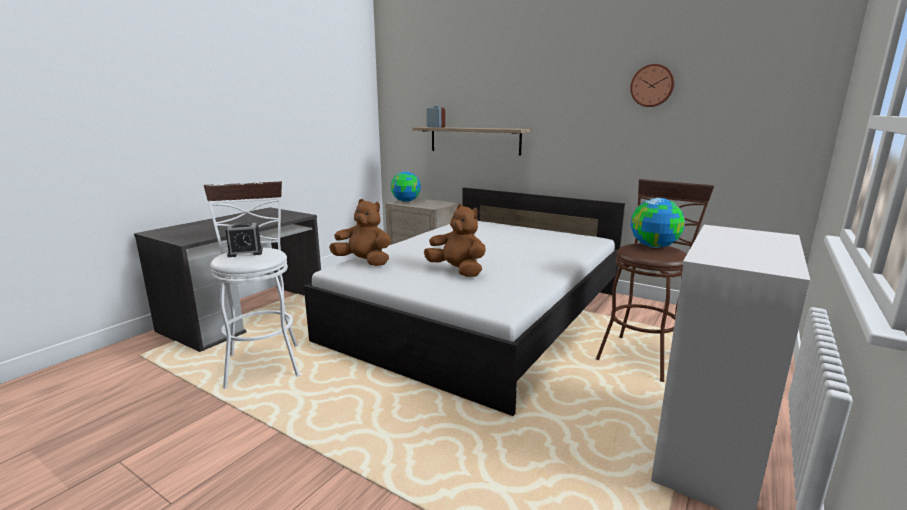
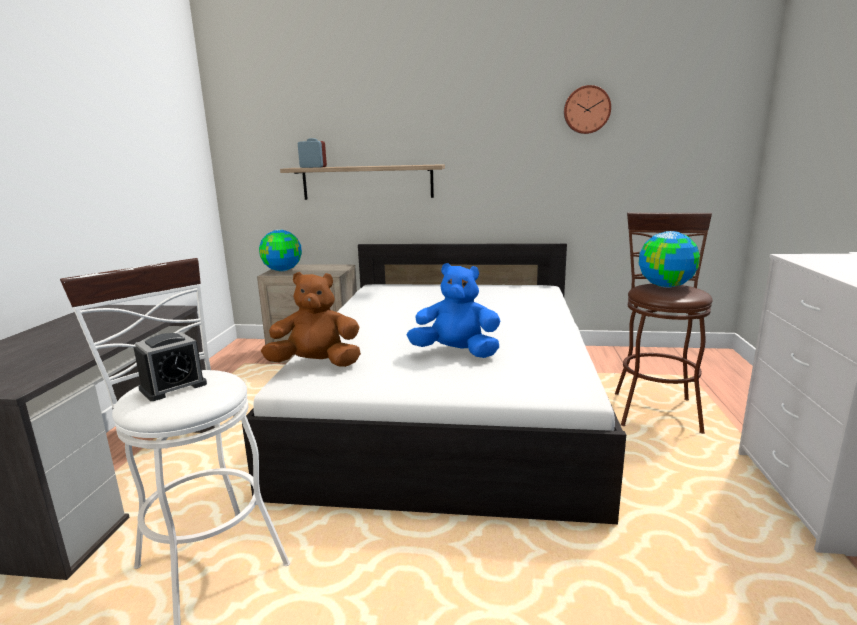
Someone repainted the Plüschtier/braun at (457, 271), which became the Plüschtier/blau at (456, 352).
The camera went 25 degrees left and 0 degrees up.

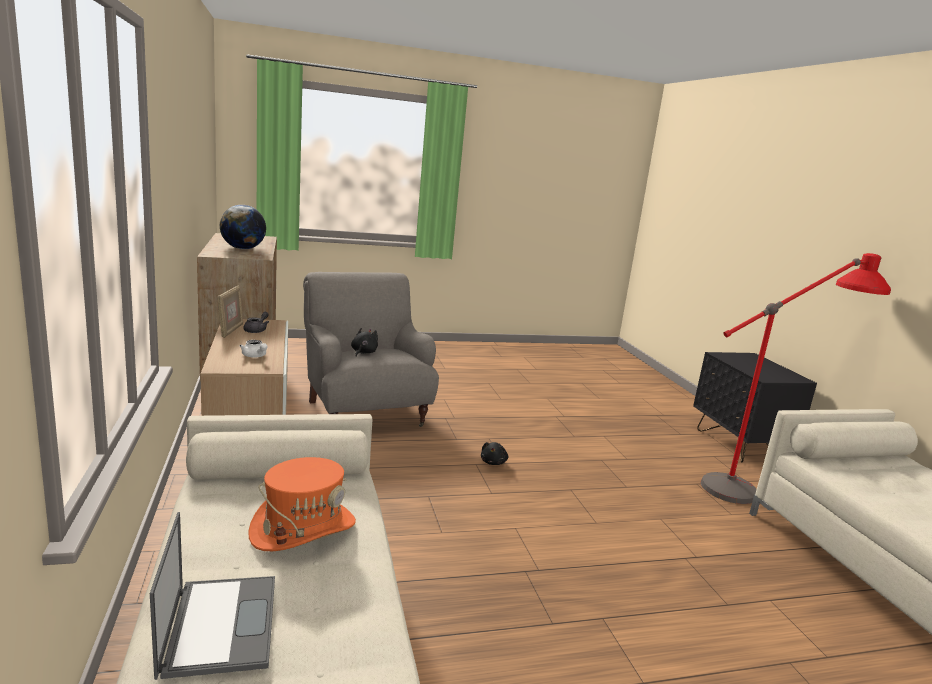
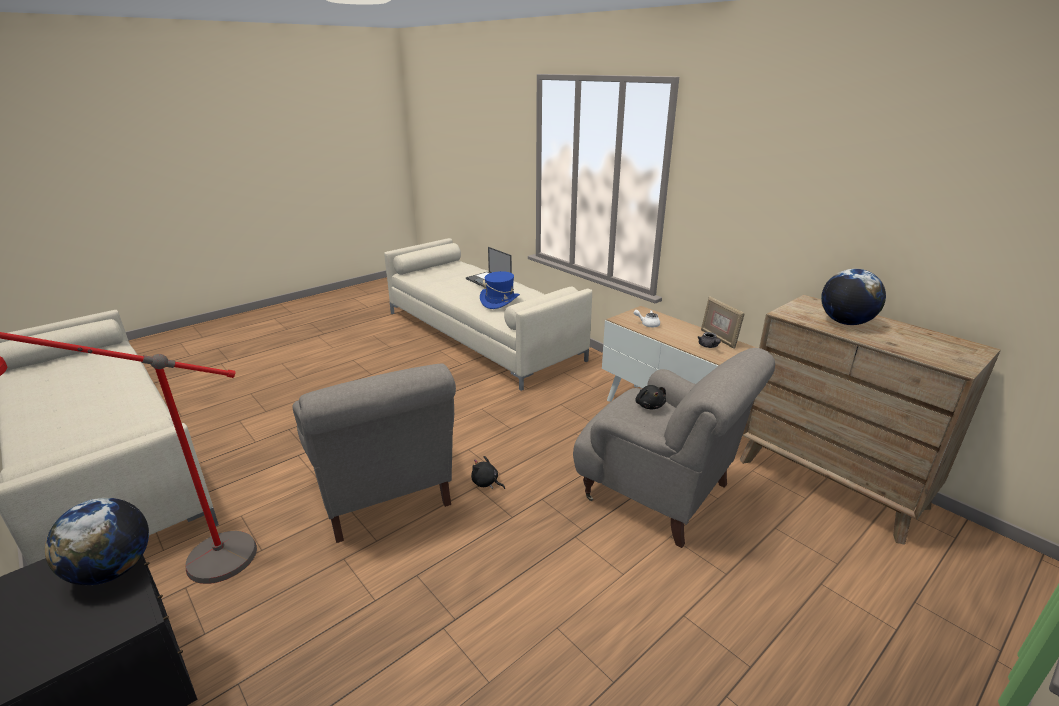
Someone rotated the Plüschtier/schwarz at (493, 462) by 45 degrees counterclockwise.
Someone repainted the Hut/orange at (303, 528), which became the Hut/blau at (500, 301).
Someone put down the Sessel/grau at (382, 492).
Someone put down the Globus at (113, 570).
The camera went 155 degrees right and 10 degrees up.

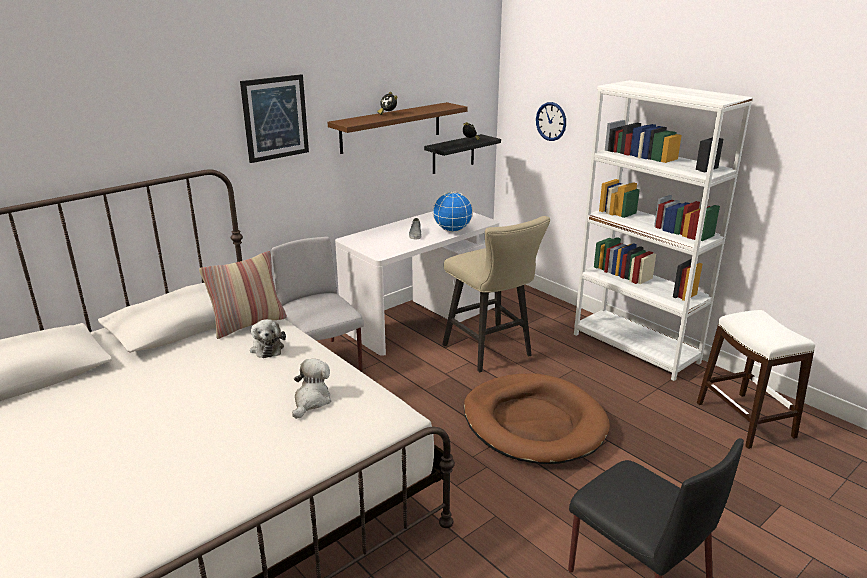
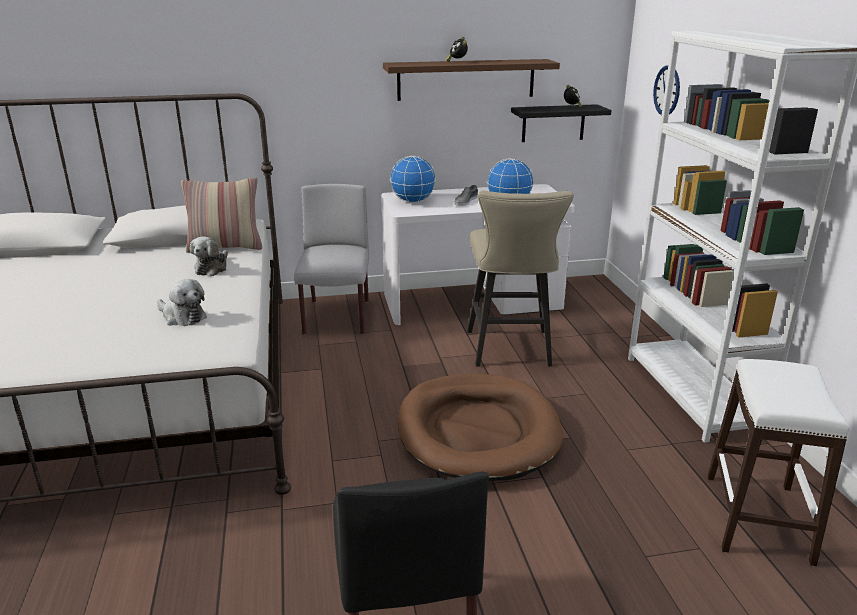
Someone took away the Bild at (275, 118).
Someone rotated the Plüschtier at (311, 401) by 75 degrees clockwise.
Someone put down the Globus at (413, 201).
The camera went 30 degrees right and 0 degrees up.

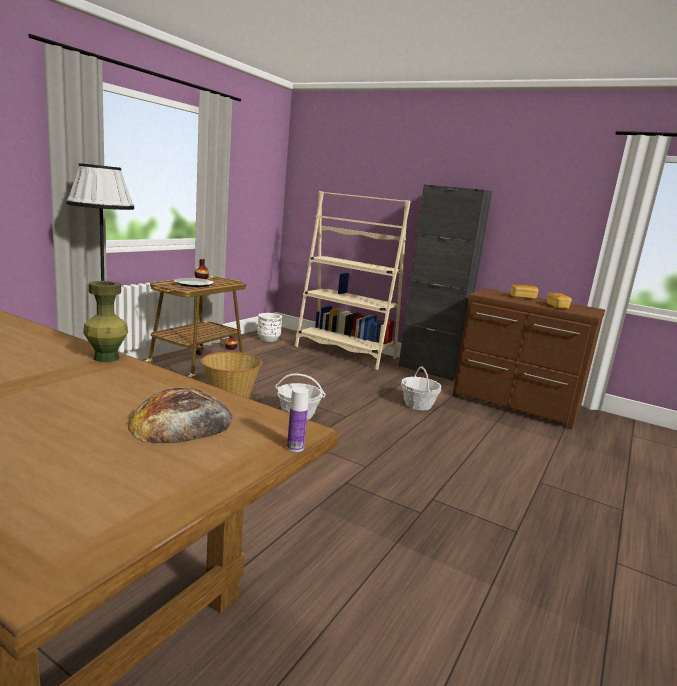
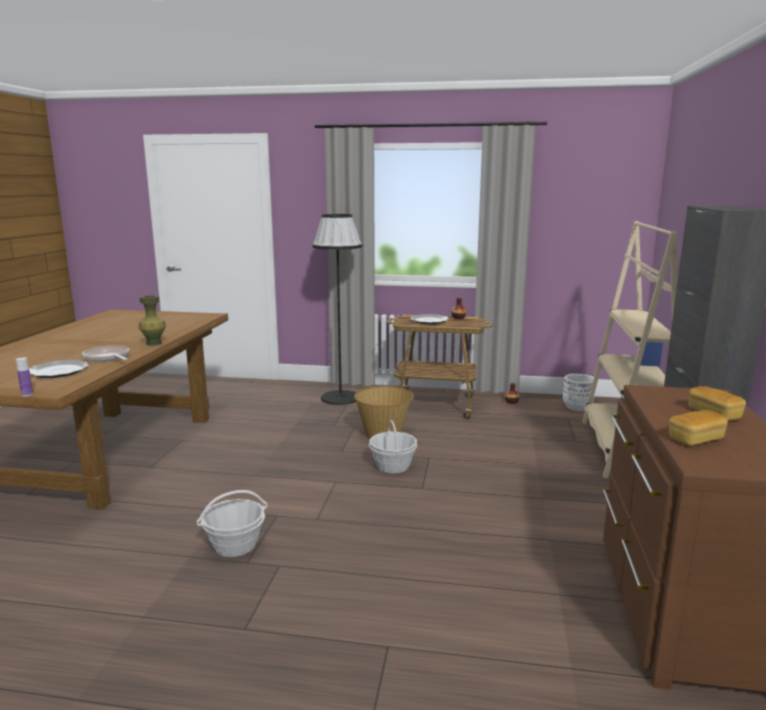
Someone carried the Korb from (418, 405) to (235, 545).
Someone swapped the Brot at (182, 421) for the Teller at (58, 371).
Someone put down the Pfanne at (107, 358).
The camera went 70 degrees right and 0 degrees up.

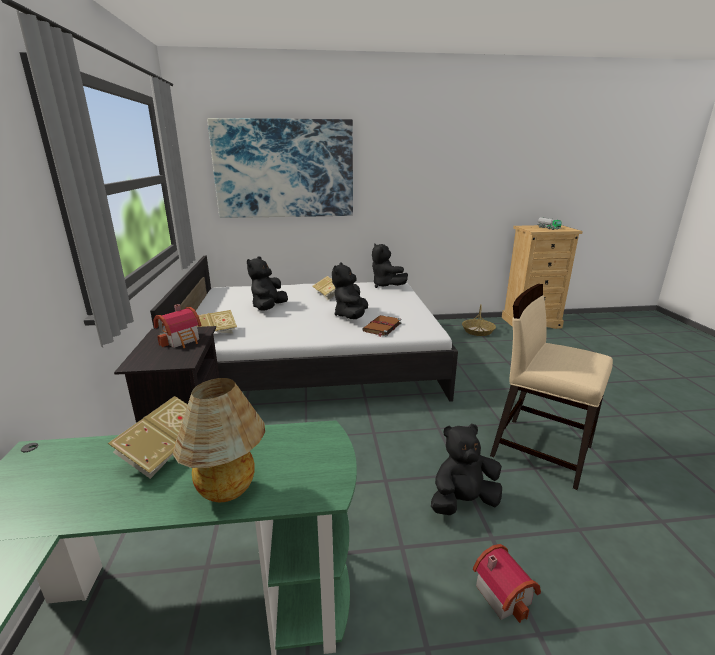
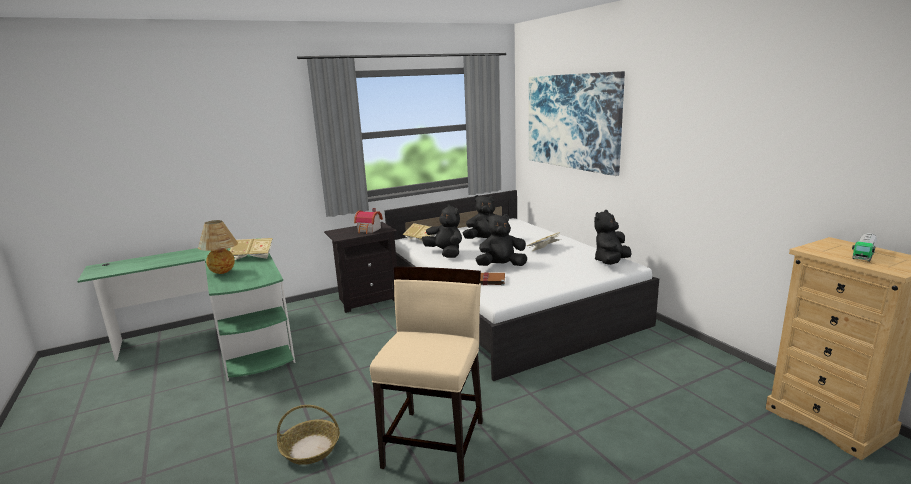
Someone carried the Korb from (478, 331) to (310, 449).
Someone carried the Plüschtier/schwarz from (463, 501) to (445, 253).
Someone took away the Spielzeughaus at (504, 592).
The camera went 70 degrees right and 5 degrees down.

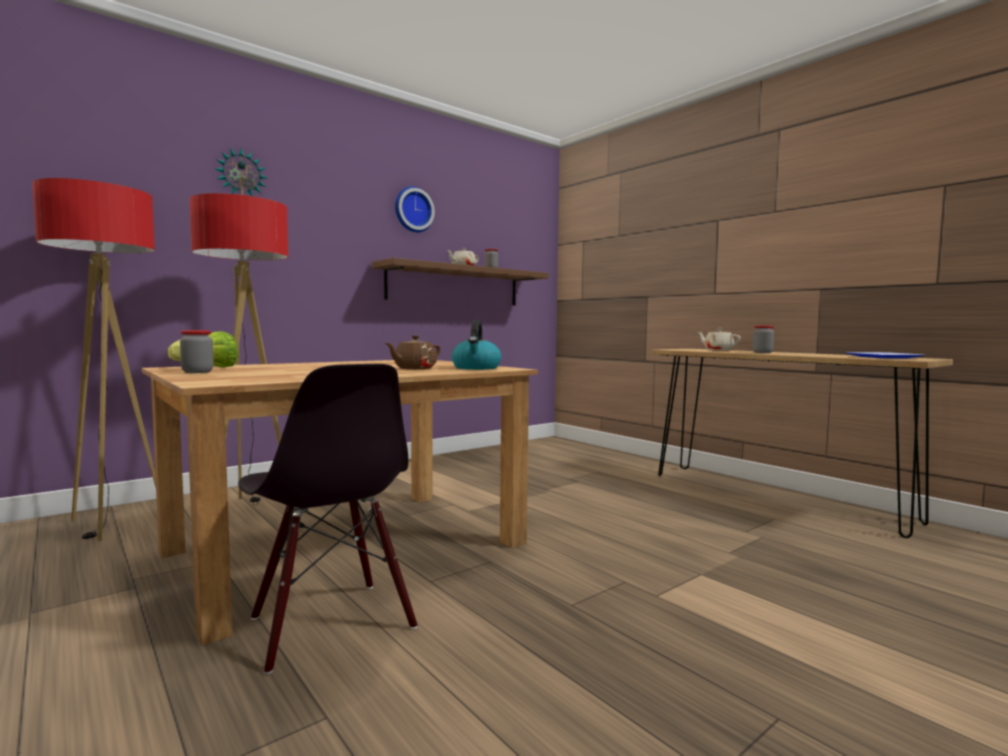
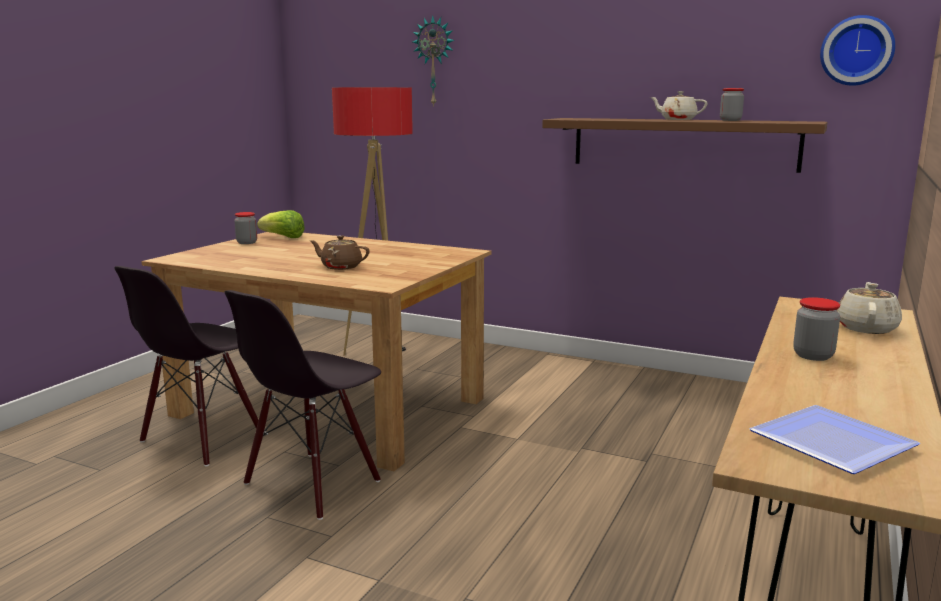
Someone took away the Stehlampe at (112, 524).
Someone carried the Wanduhr from (413, 210) to (857, 51).
Someone took away the Wasserkessel at (476, 368).
Someone put down the Stuhl/schwarz at (312, 484).
The camera went 65 degrees right and 10 degrees up.

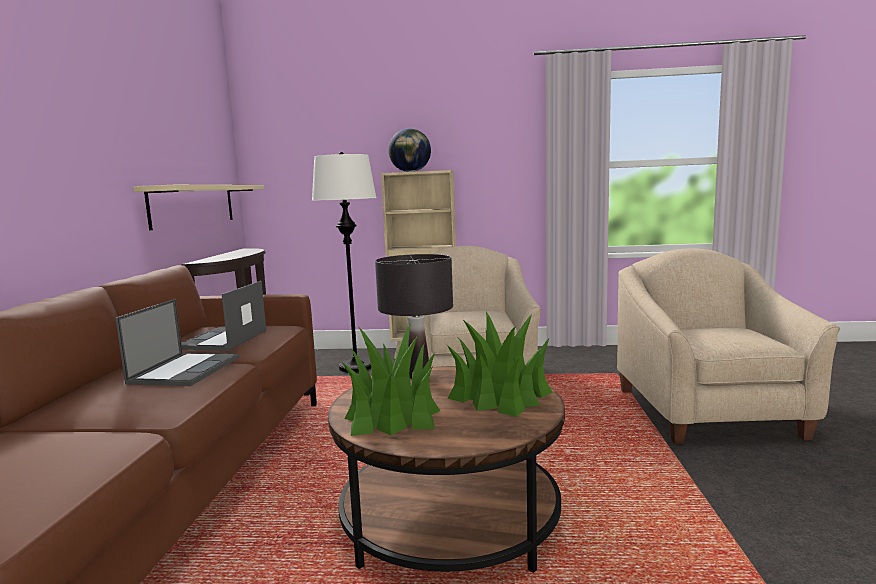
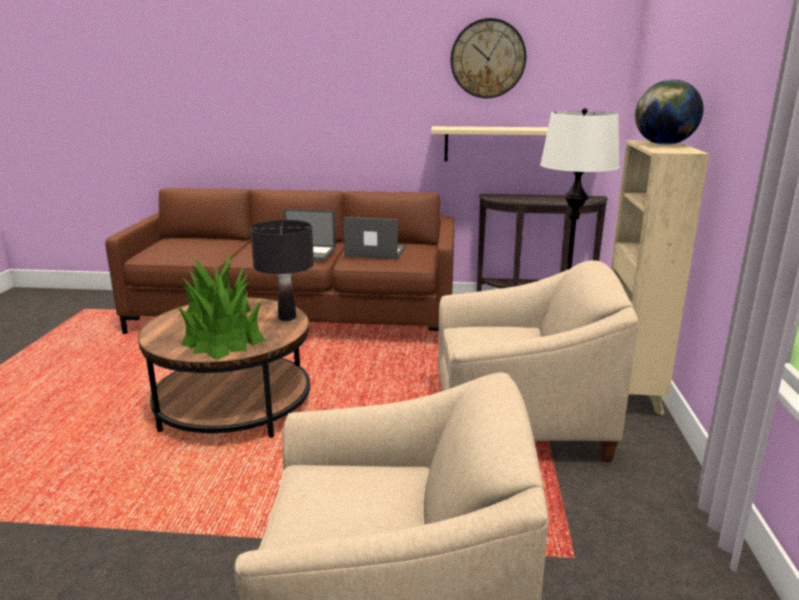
Someone put up the Wanduhr at (488, 59).
The camera went 90 degrees right and 10 degrees up.

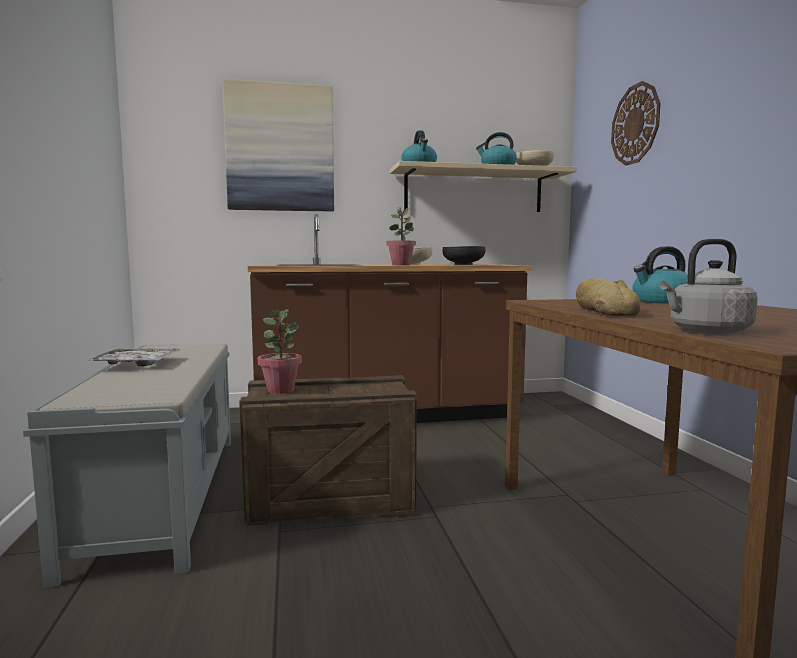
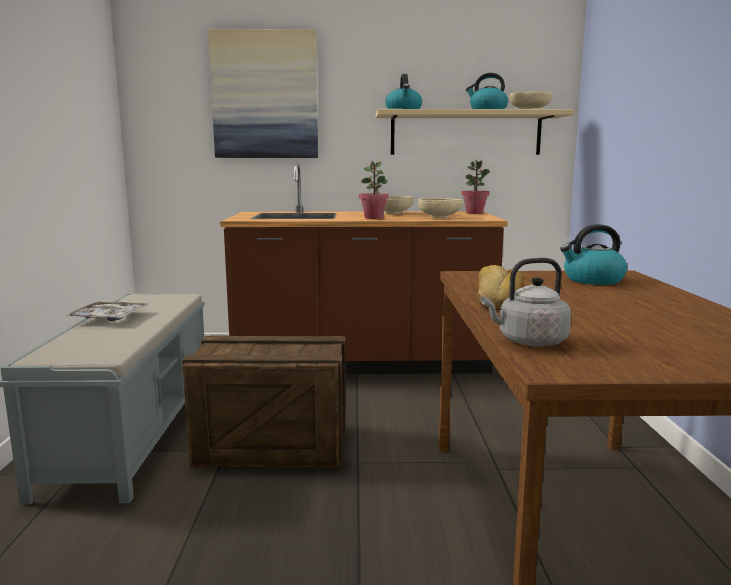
Someone took away the Wanduhr at (635, 124).
Someone repainted the Schüssel/schwarz at (463, 264), which became the Schüssel/beige at (439, 217).
Someone carried the Topfpflanze from (280, 390) to (474, 213).
The camera went 10 degrees right and 5 degrees up.

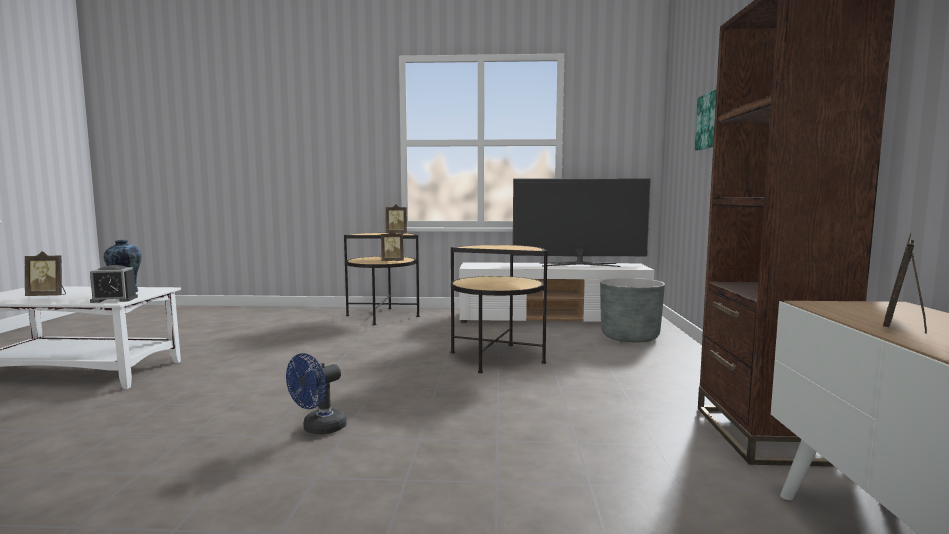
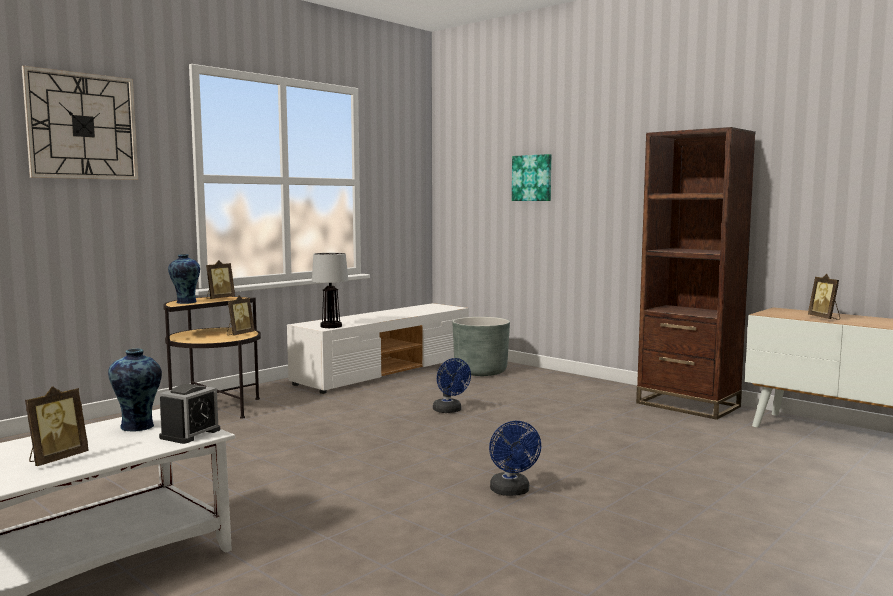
Someone took away the Fernseher at (579, 265).
Someone swapped the Beistelltisch at (496, 357) for the Ventilator/blau at (449, 411).
Someone put up the Wanduhr at (82, 126).
Someone put down the Tischlampe at (330, 326).
Someone put down the Vase at (185, 302).
The camera went 50 degrees left and 0 degrees up.

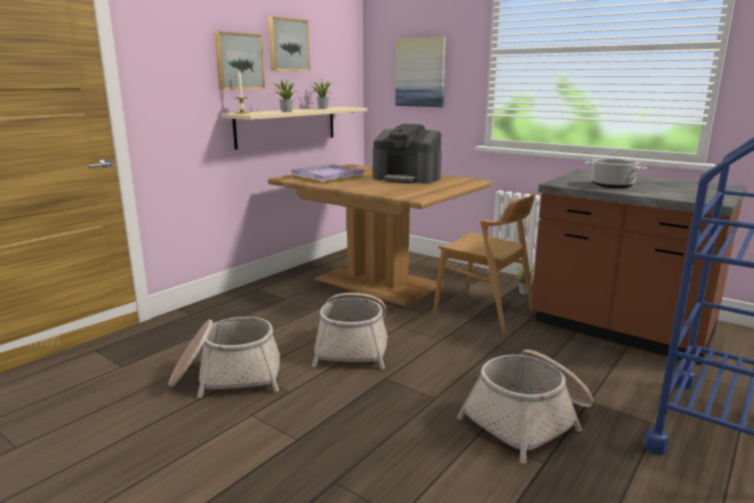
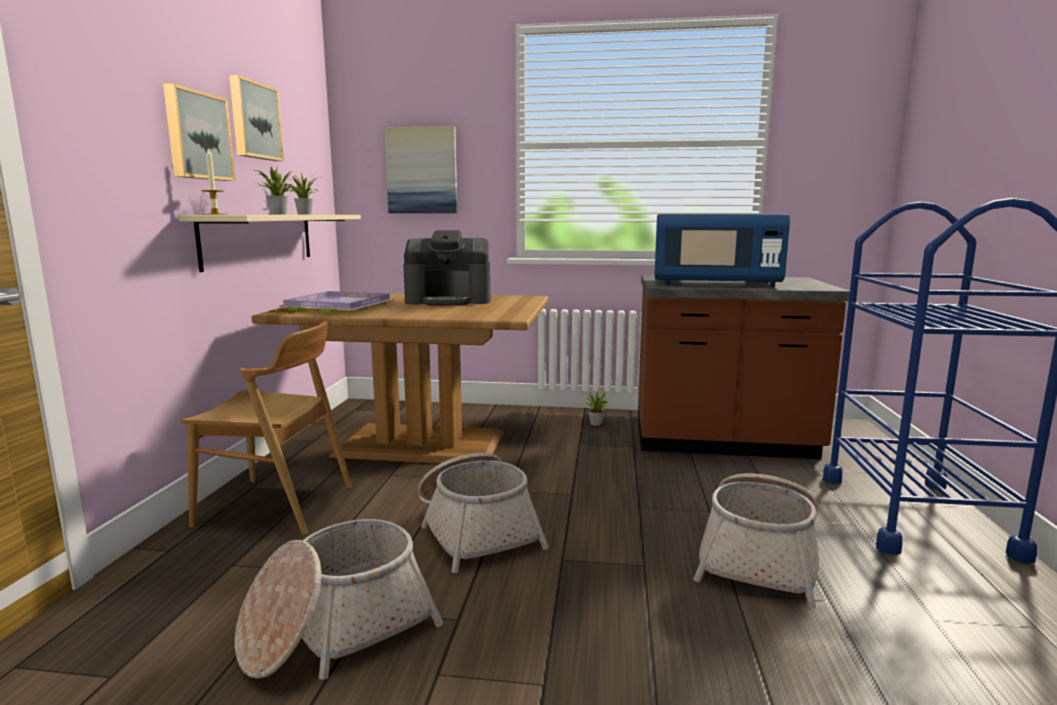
Someone swapped the Kochtopf at (612, 185) for the Mikrowelle/blau at (714, 284).
Someone carried the Stuhl/braun from (484, 311) to (276, 505).
The camera went 30 degrees left and 5 degrees down.

